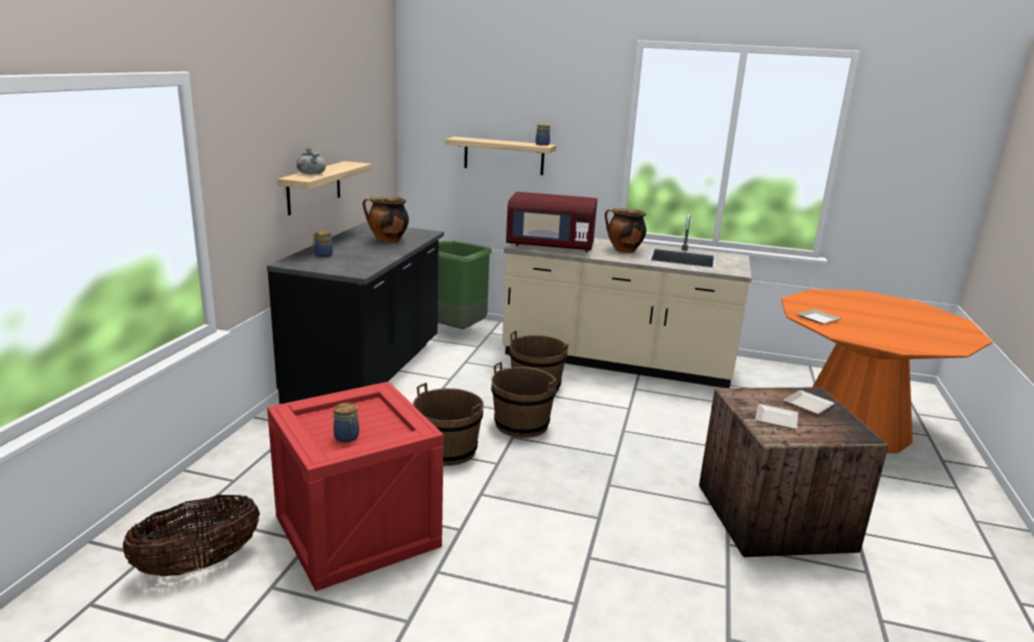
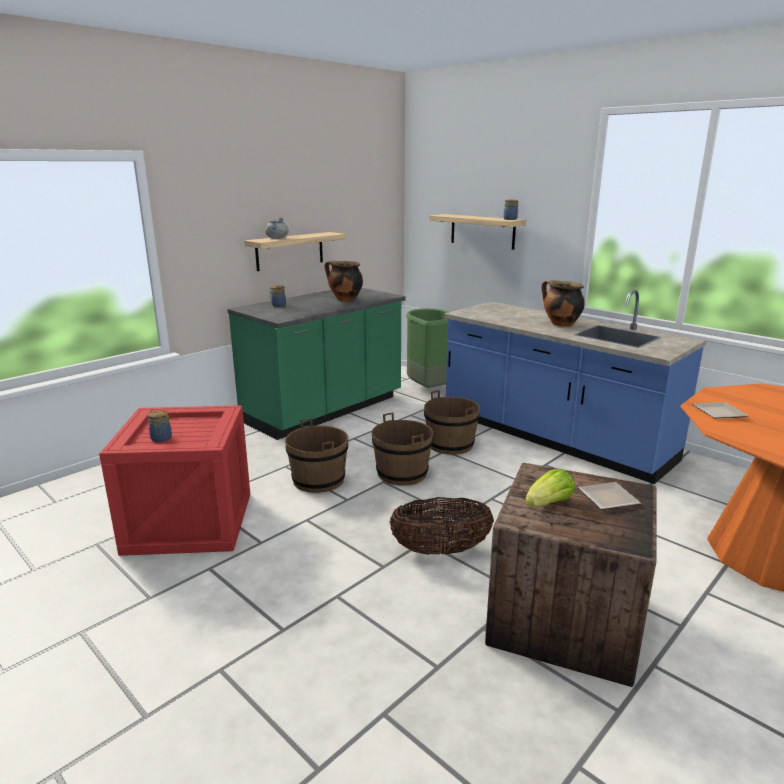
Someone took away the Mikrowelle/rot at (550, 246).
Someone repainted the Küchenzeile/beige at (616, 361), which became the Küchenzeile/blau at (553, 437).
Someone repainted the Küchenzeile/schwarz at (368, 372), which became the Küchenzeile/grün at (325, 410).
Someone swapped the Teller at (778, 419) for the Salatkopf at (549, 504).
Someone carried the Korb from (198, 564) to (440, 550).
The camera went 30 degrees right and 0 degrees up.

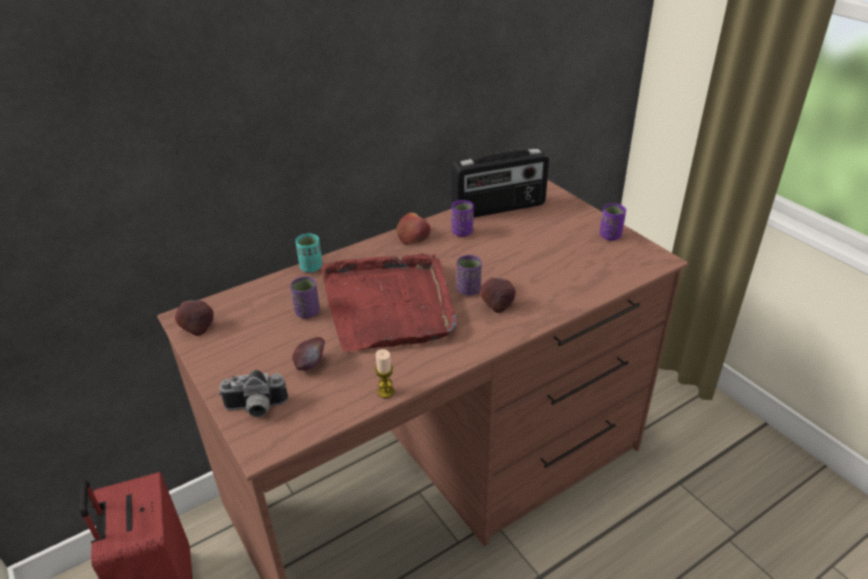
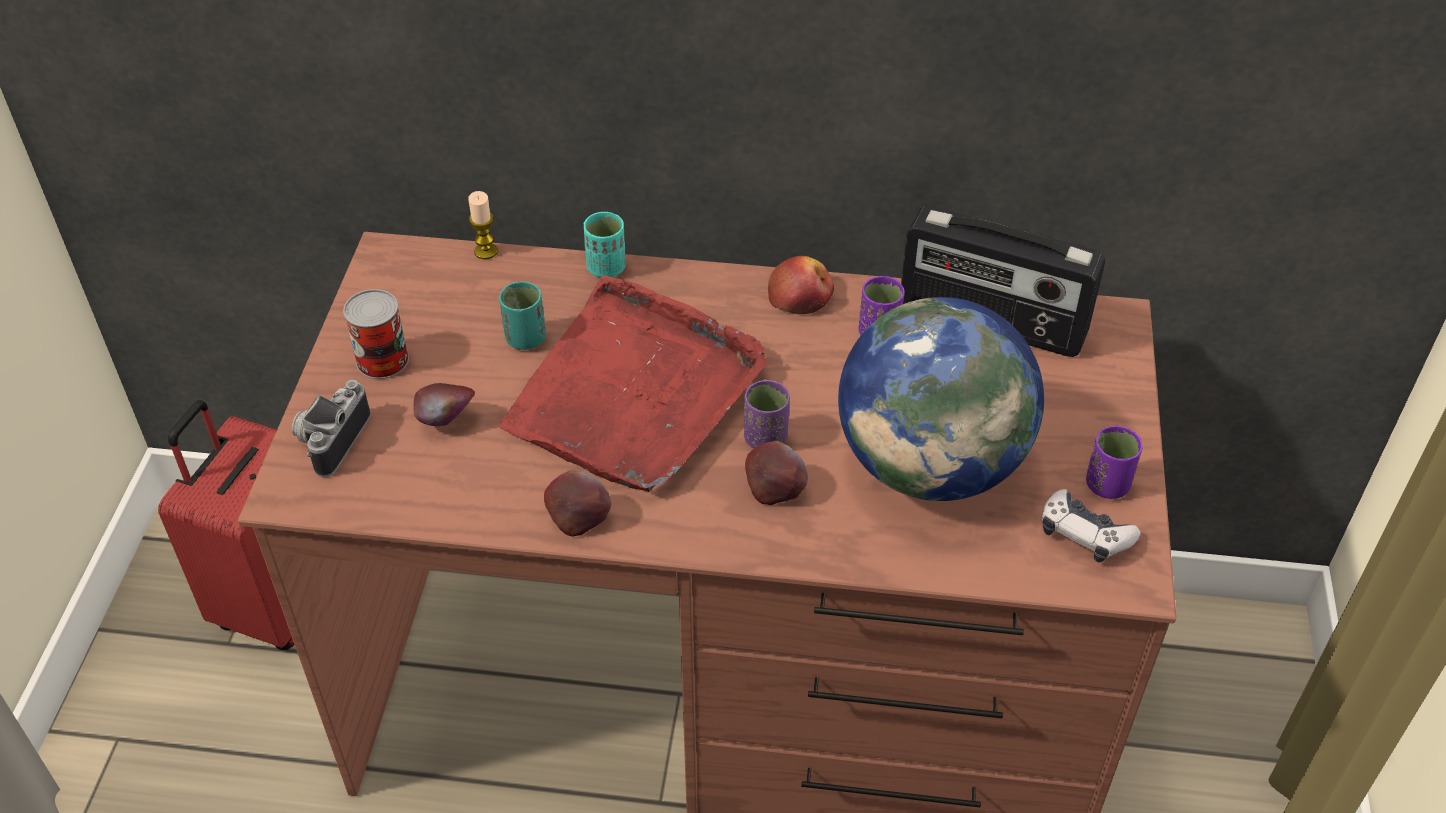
Someone repainted the Tasse/lila at (307, 312), which became the Tasse/türkis at (525, 338).
Someone carried the Apfel from (198, 327) to (580, 518).
Someone carried the Kerze from (386, 391) to (486, 251).
Someone rotated the Kamera at (256, 409) by 75 degrees clockwise.
Someone put down the Dose at (382, 360).
Someone put down the Globus at (930, 465).
Someone put down the Gamepad at (1084, 534).
The camera went 40 degrees right and 10 degrees up.

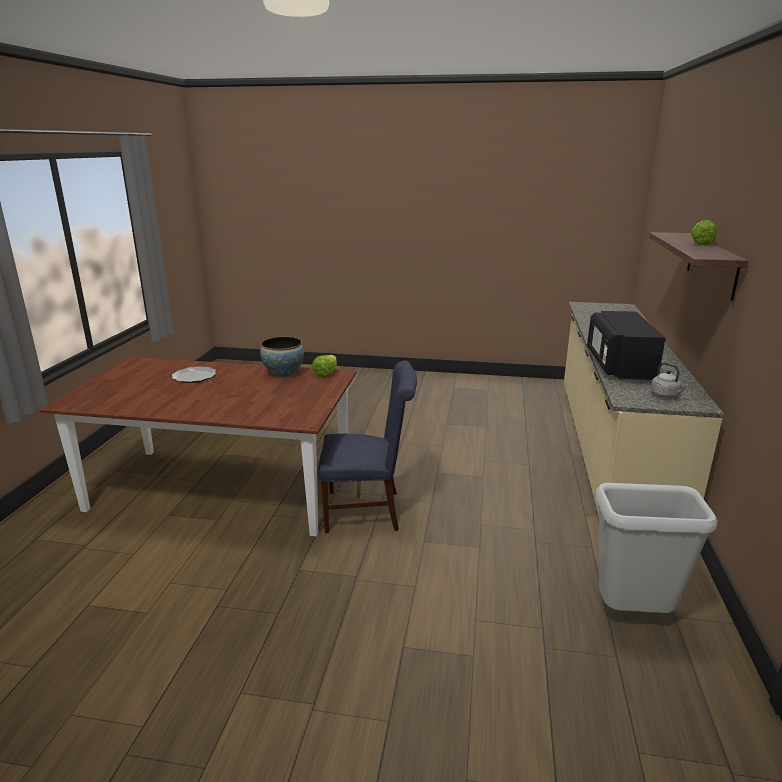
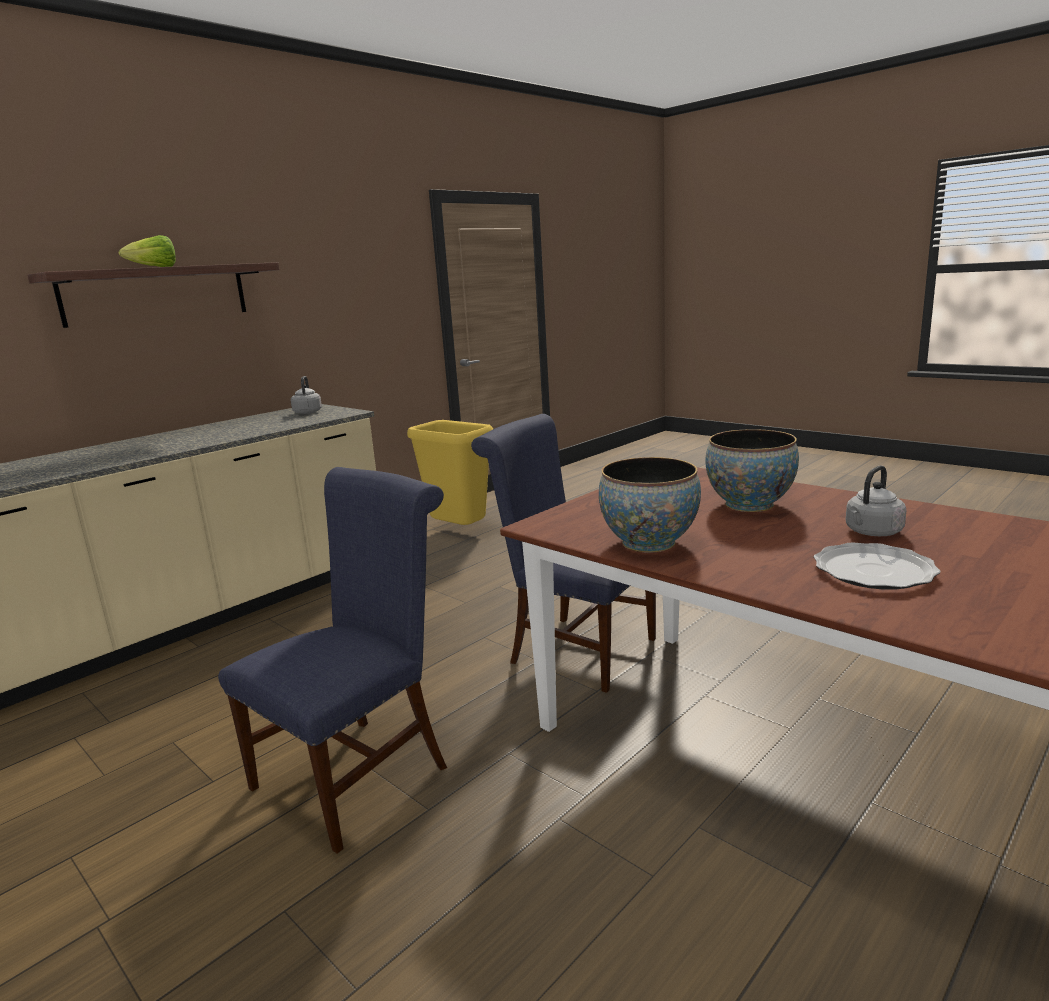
Someone took away the Mikrowelle/schwarz at (619, 366).
Someone took away the Salatkopf at (326, 373).
Someone repainted the Mülleimer/grau at (633, 613), which became the Mülleimer/gelb at (458, 533).
Someone put down the Schüssel at (749, 505).
Someone put down the Wasserkessel/grau at (872, 533).
Someone put down the Stuhl/blau at (360, 771).
The camera went 145 degrees left and 5 degrees down.

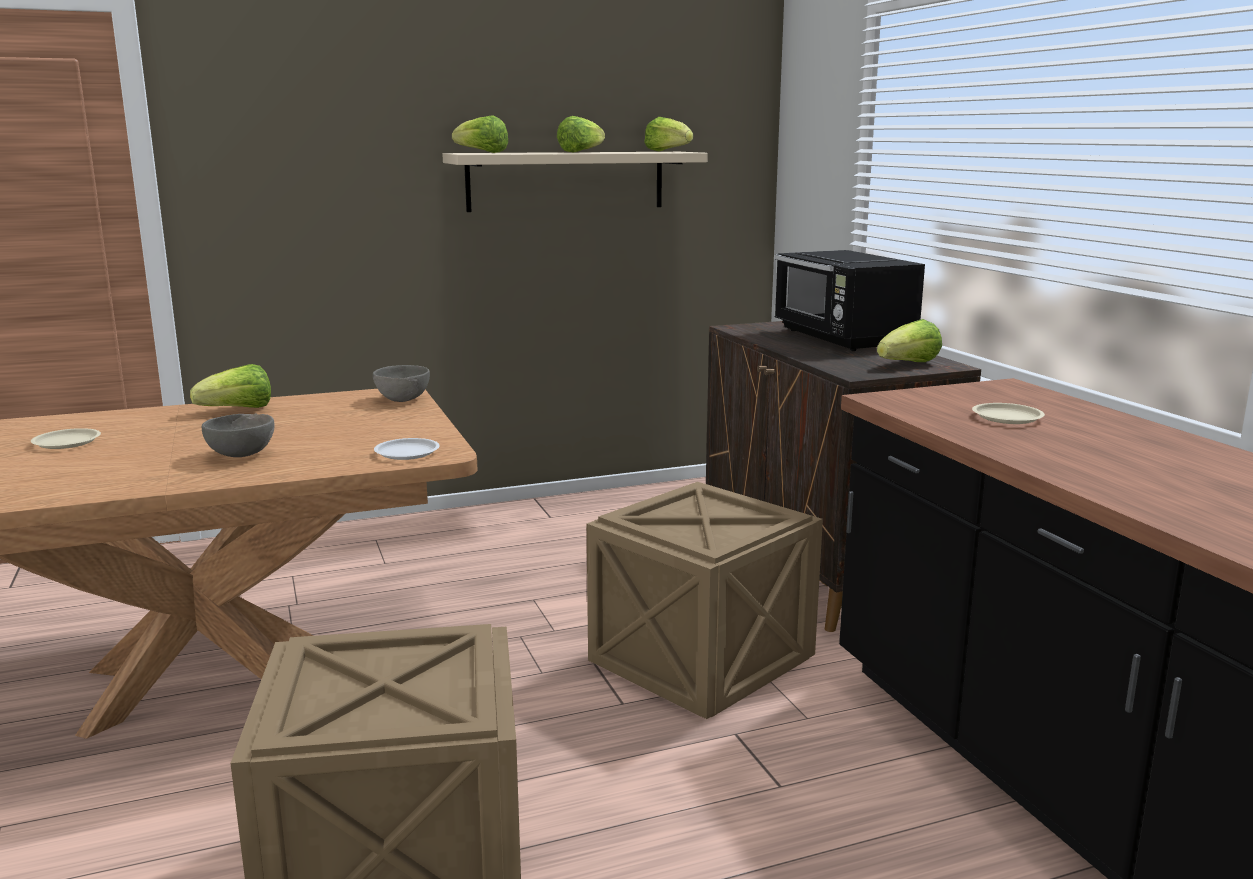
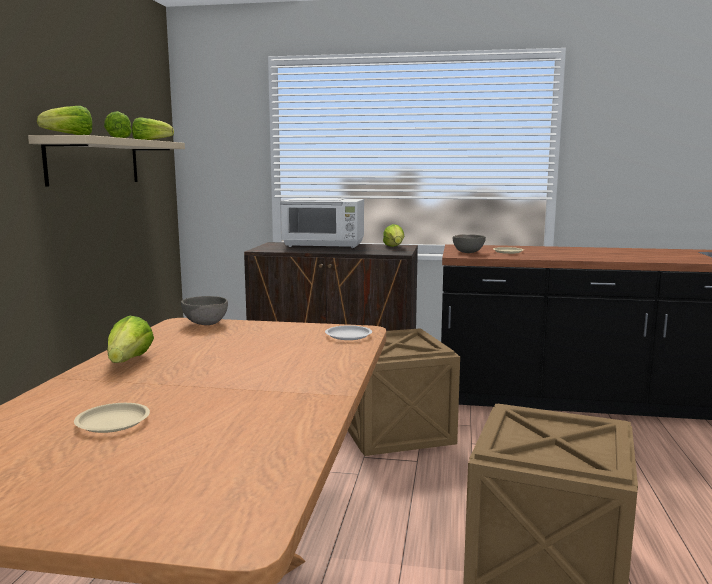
Someone repainted the Mikrowelle/schwarz at (842, 338), which became the Mikrowelle/weiß at (325, 245).
Someone carried the Schüssel/grau from (243, 455) to (468, 252).
The camera went 60 degrees left and 5 degrees down.

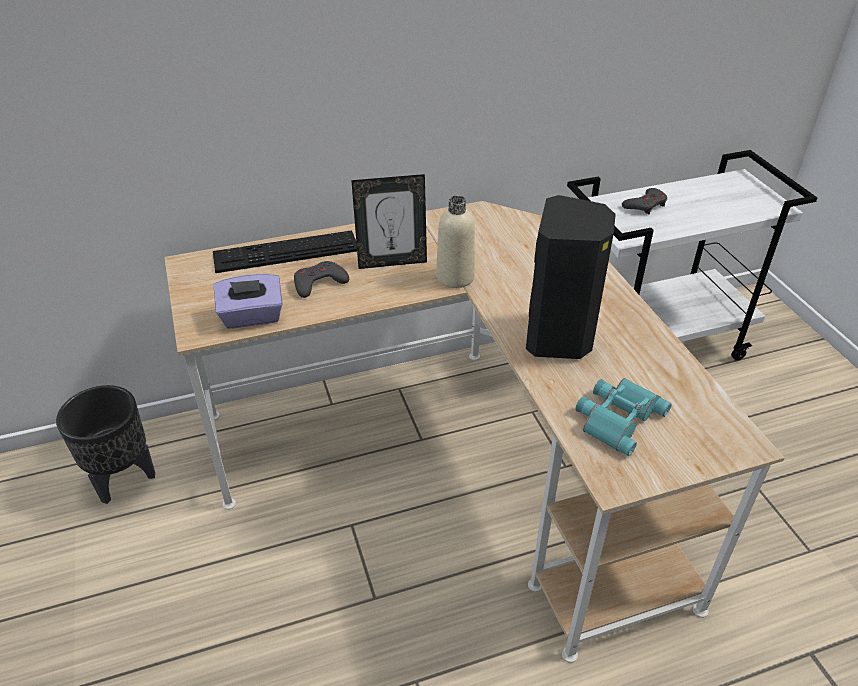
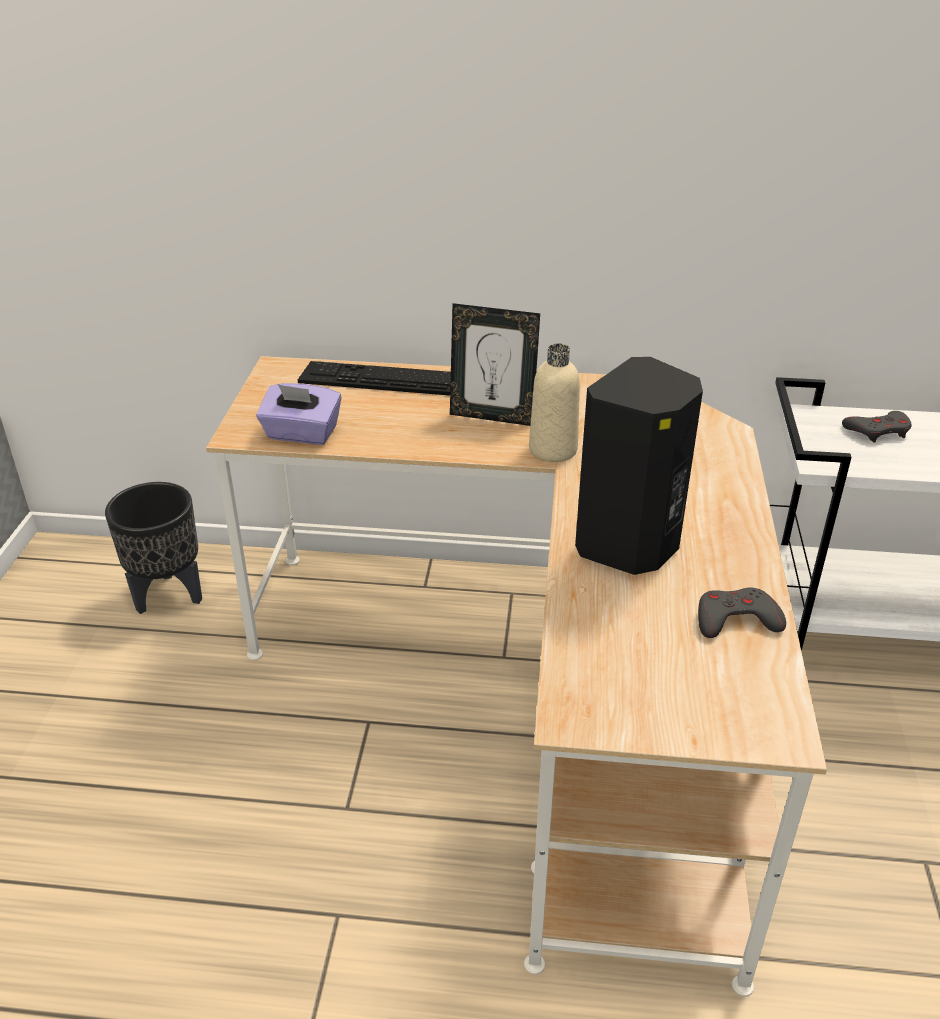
Someone carried the Gamepad/grau from (319, 283) to (736, 619).
Someone took away the Fernglas/türkis at (617, 417).
The camera went 25 degrees right and 5 degrees down.

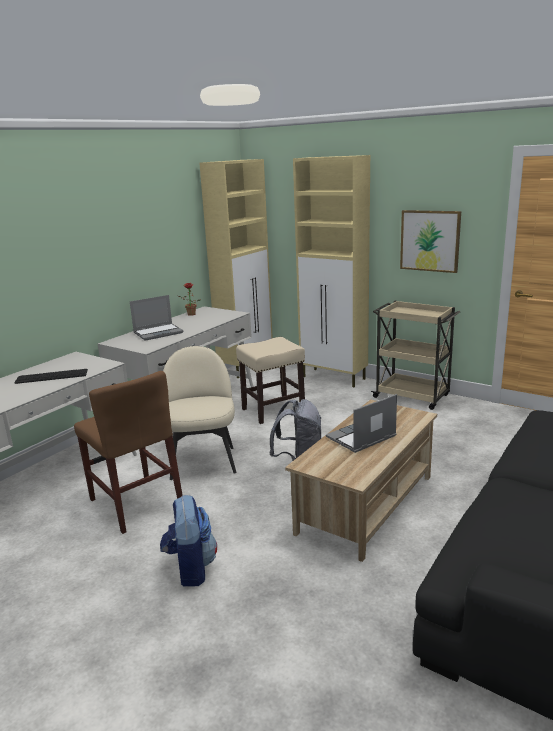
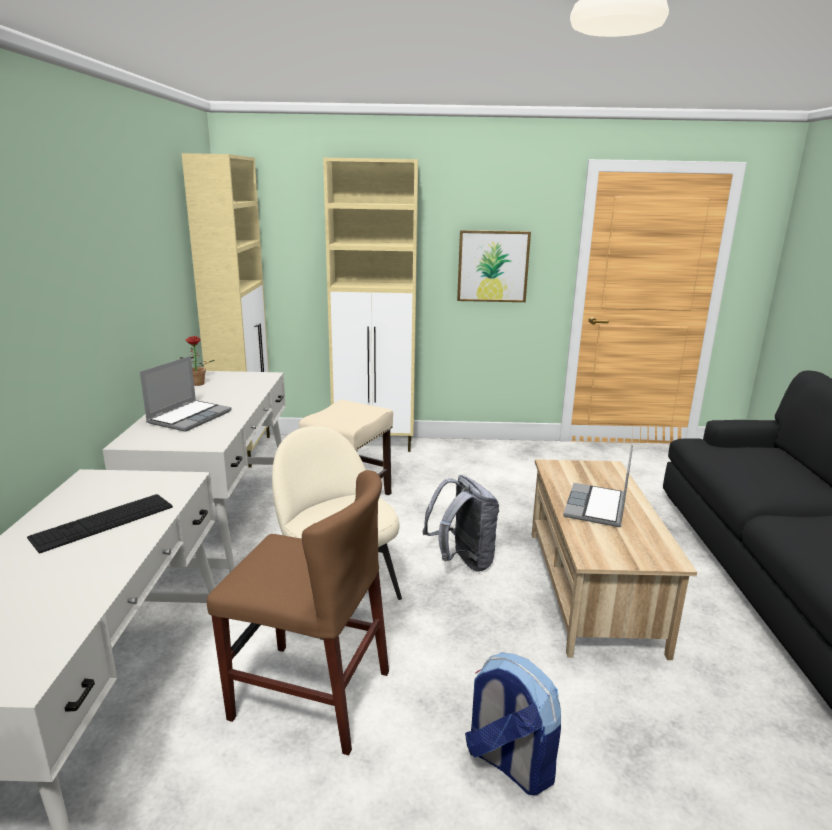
Someone took away the Rollwagen/beige at (412, 396).
The camera went 35 degrees left and 0 degrees up.

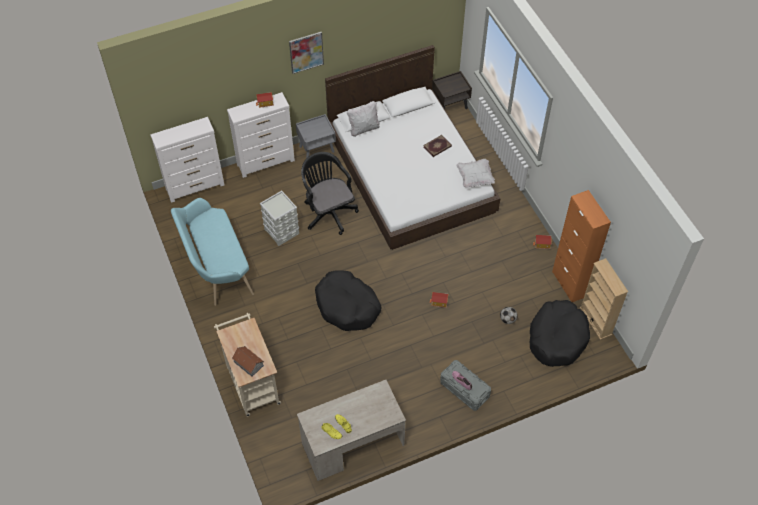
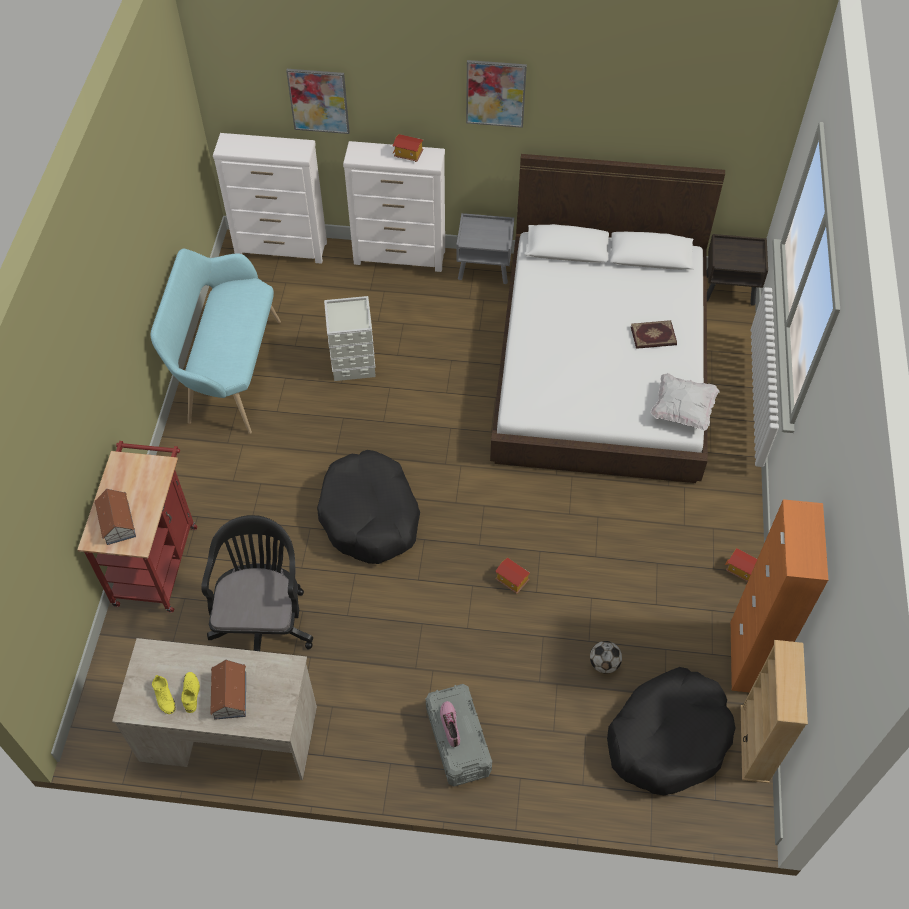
Someone took away the Kissen/weiß at (363, 129).
Someone carried the Bürostuhl/schwarz from (328, 212) to (264, 622).
Someone repainted the Rollwagen/beige at (251, 382), which became the Rollwagen/rot at (157, 559).
Someone put up the Bild at (318, 101).
Someone put down the Spielzeughaus at (230, 696).
The camera went 30 degrees right and 0 degrees up.

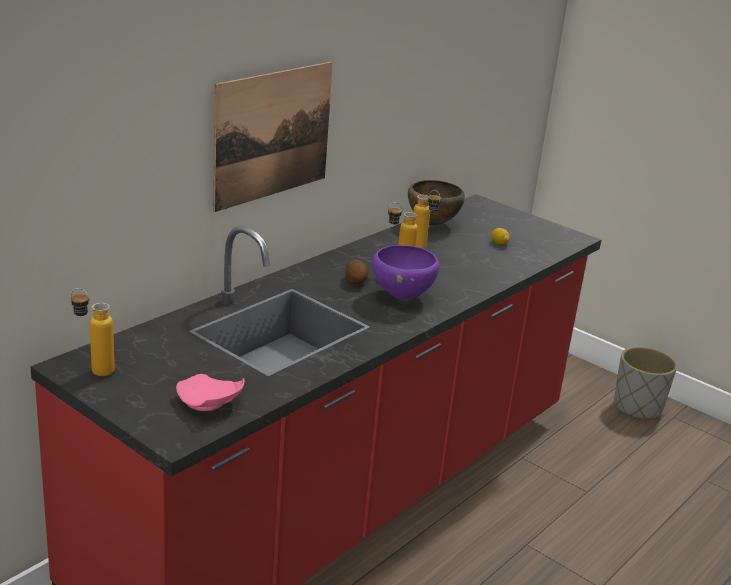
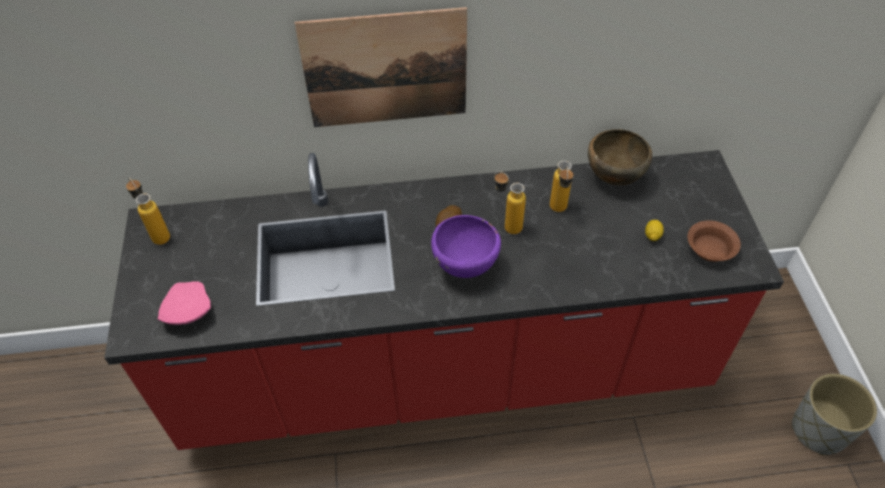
Someone put down the Schüssel/braun at (710, 248).
The camera went 45 degrees right and 25 degrees up.

